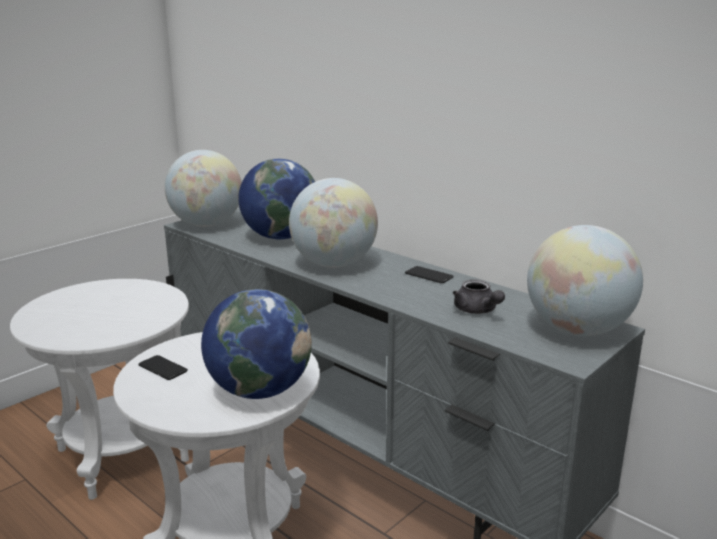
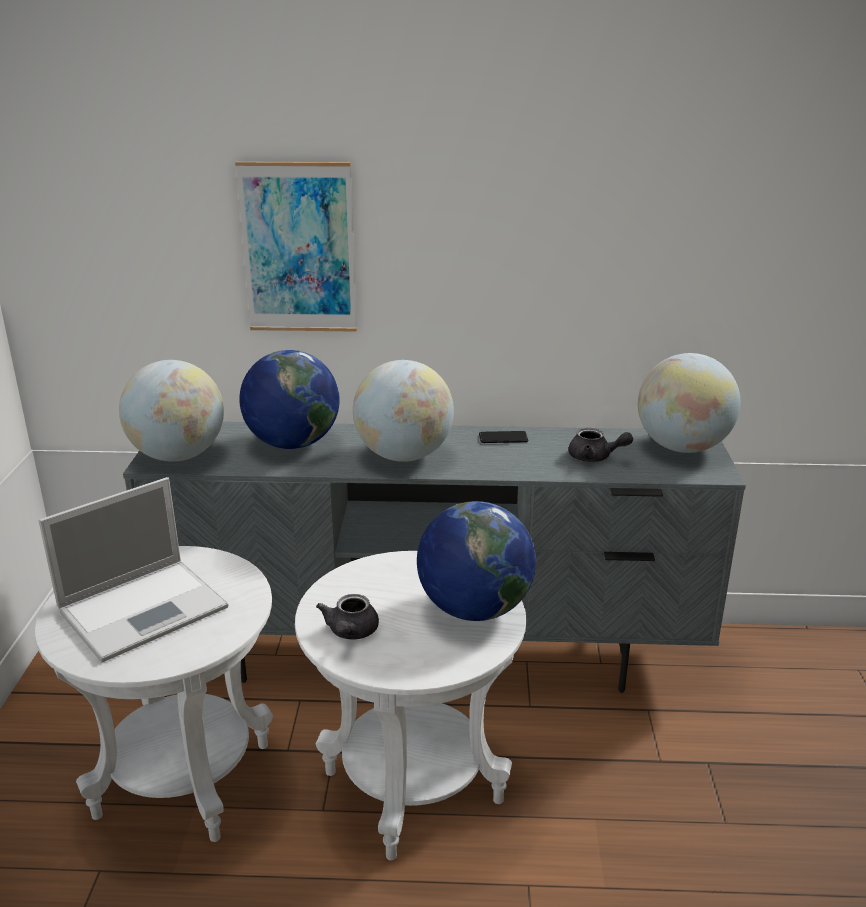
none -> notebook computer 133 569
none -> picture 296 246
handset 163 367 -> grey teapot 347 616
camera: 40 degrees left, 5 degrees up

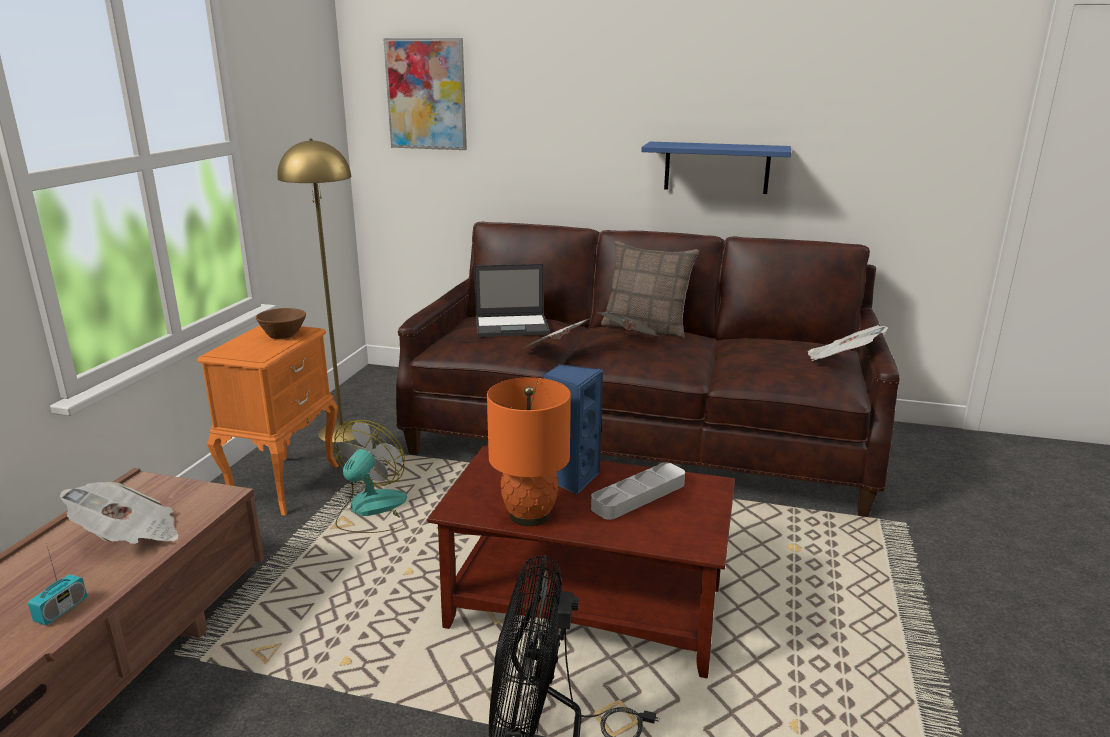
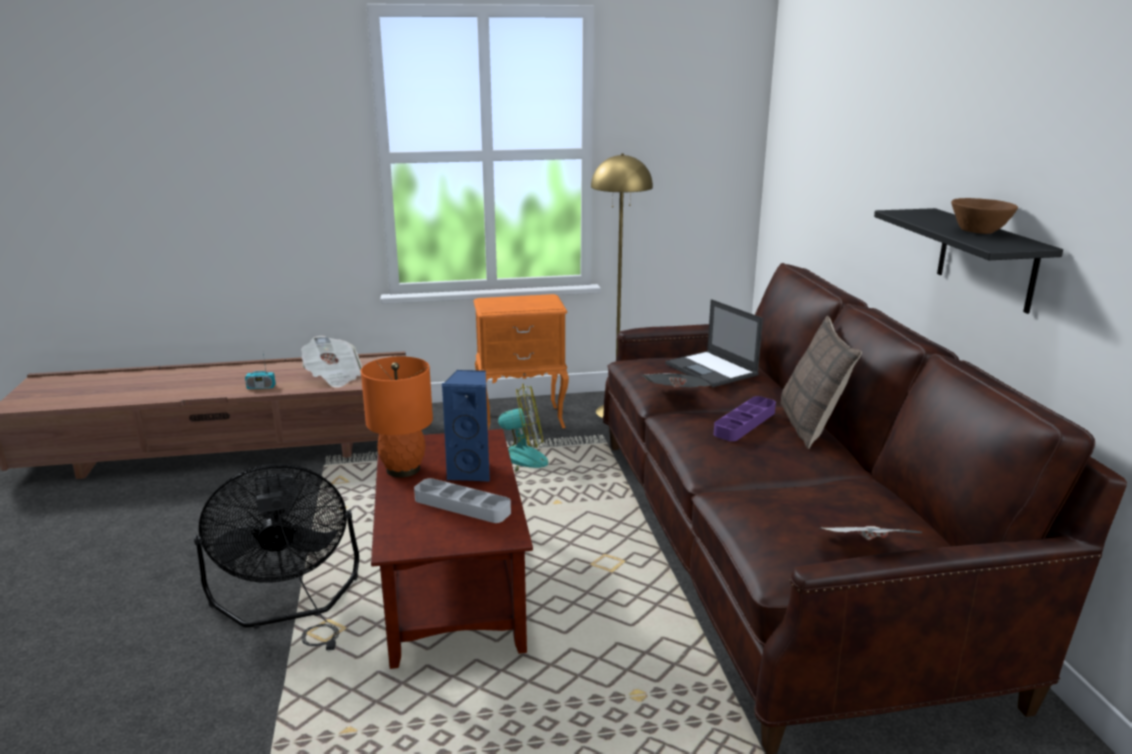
newspaper 628 324 -> purple tray 745 418
blue shelf 716 168 -> black-coloured shelf 968 261
brown-coloured bowl 281 323 -> brown-coloured bowl 984 216, moved
picture 425 94 -> none
camera: 65 degrees right, 0 degrees up

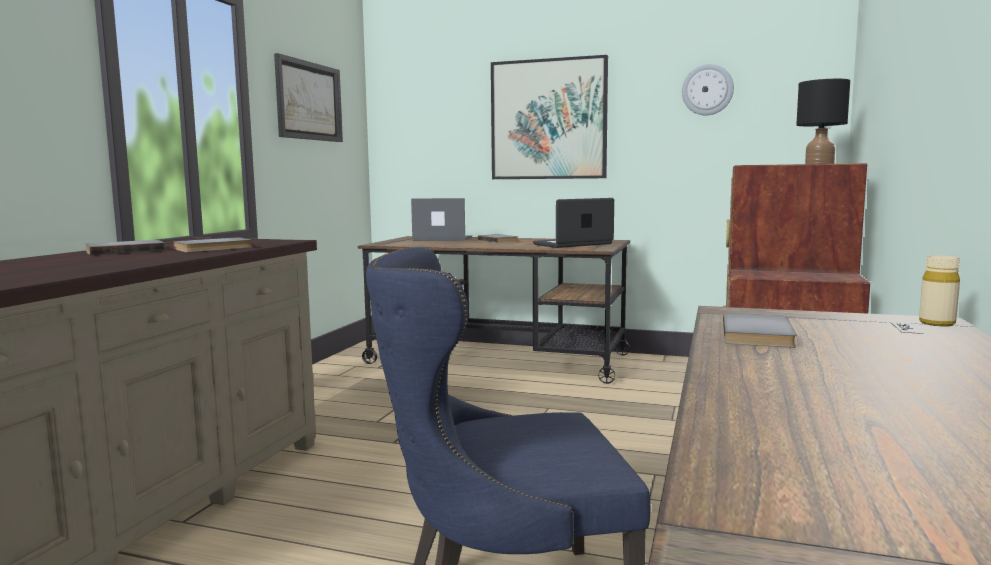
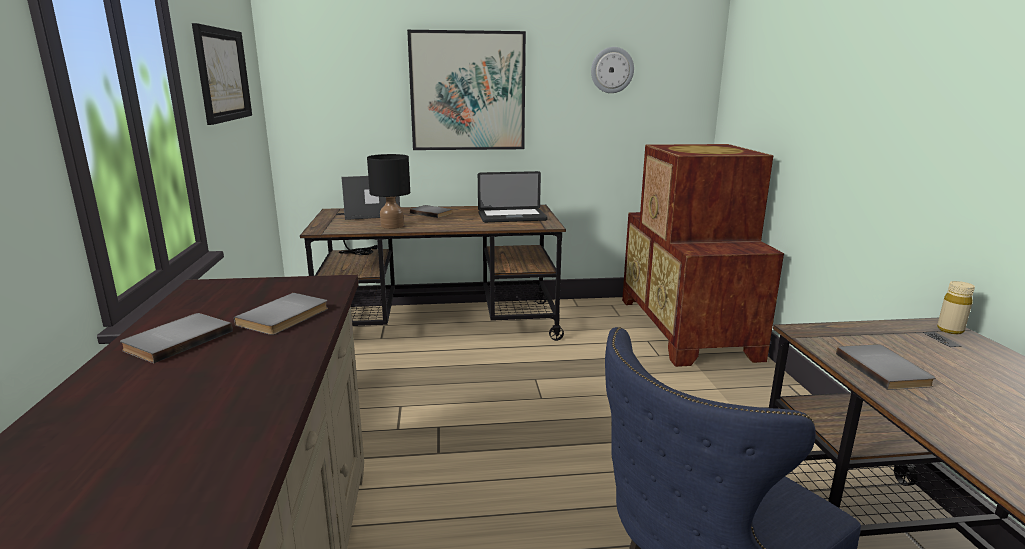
black-coloured table lamp 823 121 -> black-coloured table lamp 388 191, moved
notebook computer 573 223 -> notebook computer 513 197, 135 degrees counterclockwise
camera: 25 degrees left, 10 degrees up

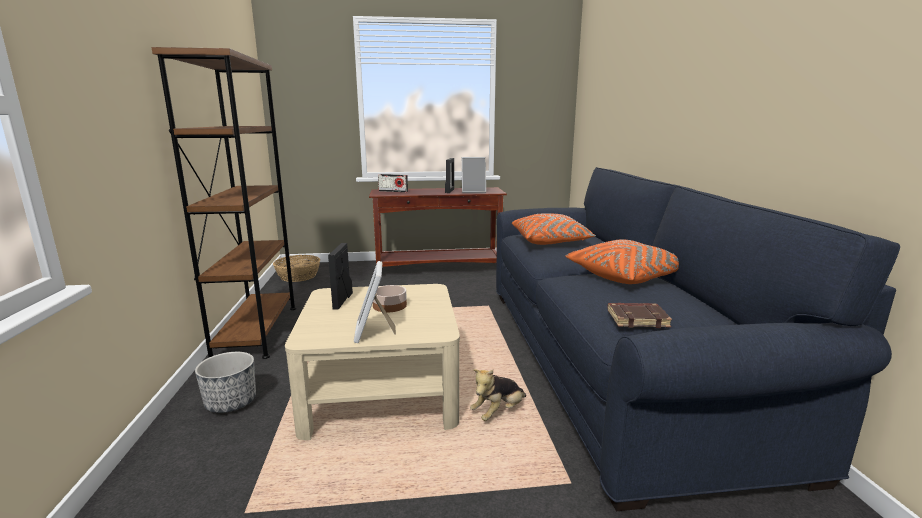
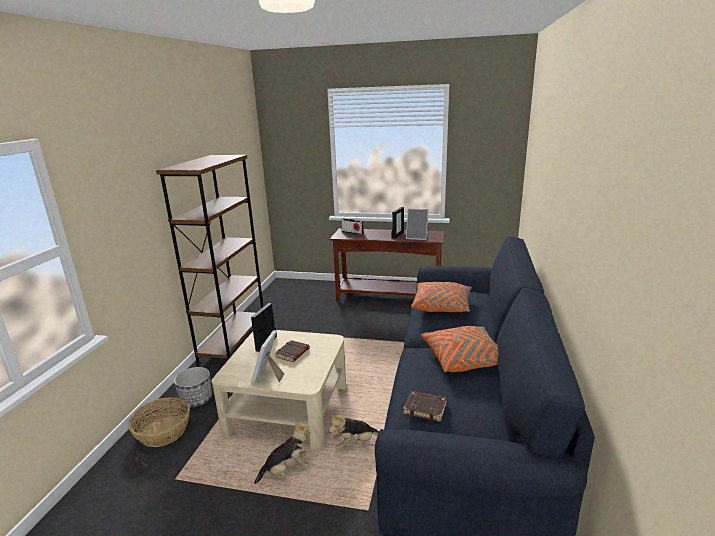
storage basket 296 268 -> storage basket 159 422, moved
none -> soft toy 282 453
bowl 390 298 -> brown-coloured volume 292 351
camera: 20 degrees right, 5 degrees up

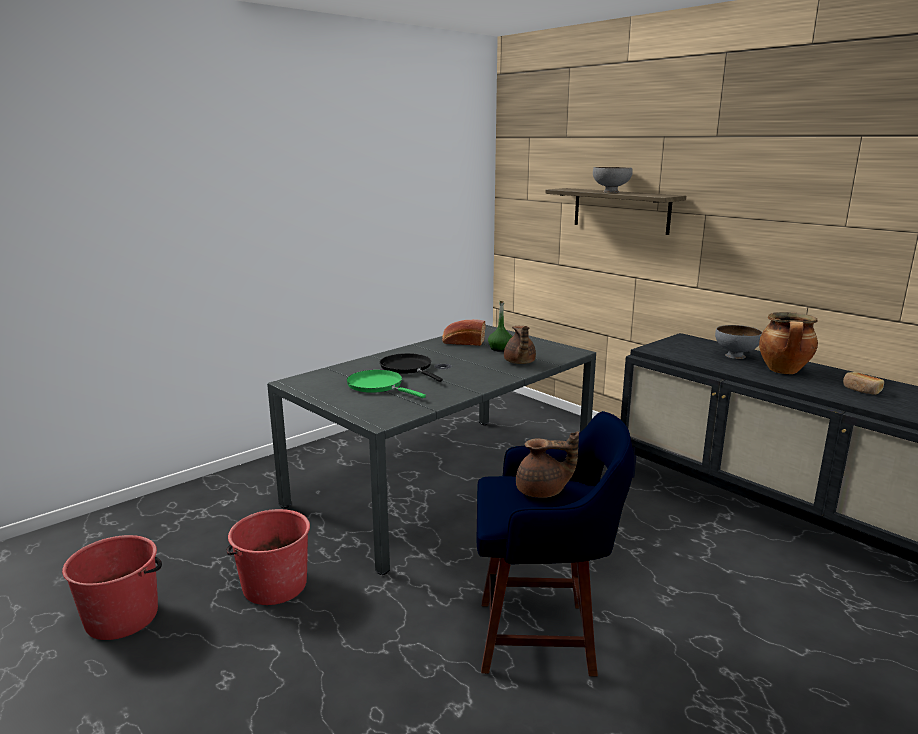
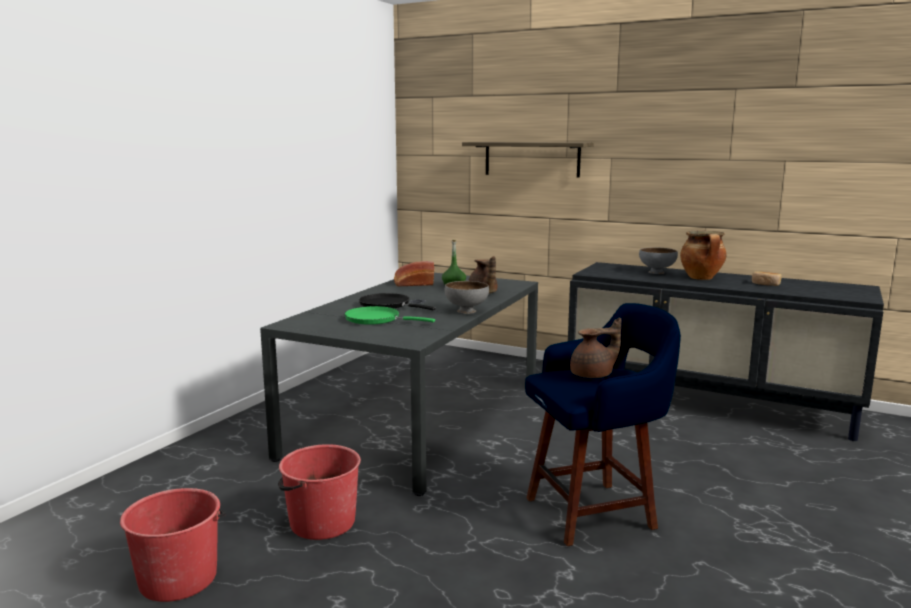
grey bowl 613 180 -> grey bowl 467 297, moved
camera: 20 degrees left, 5 degrees down

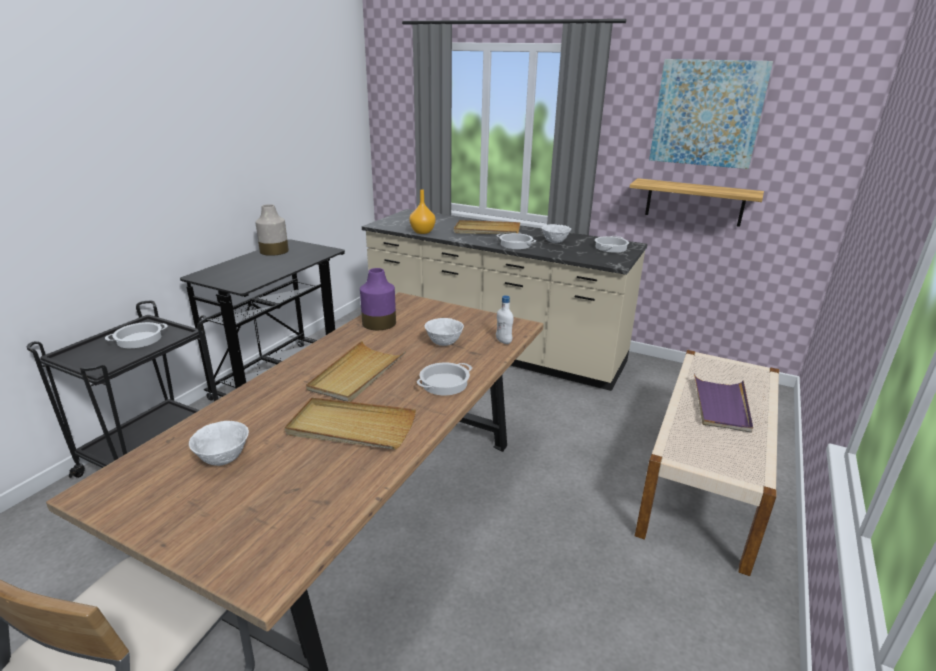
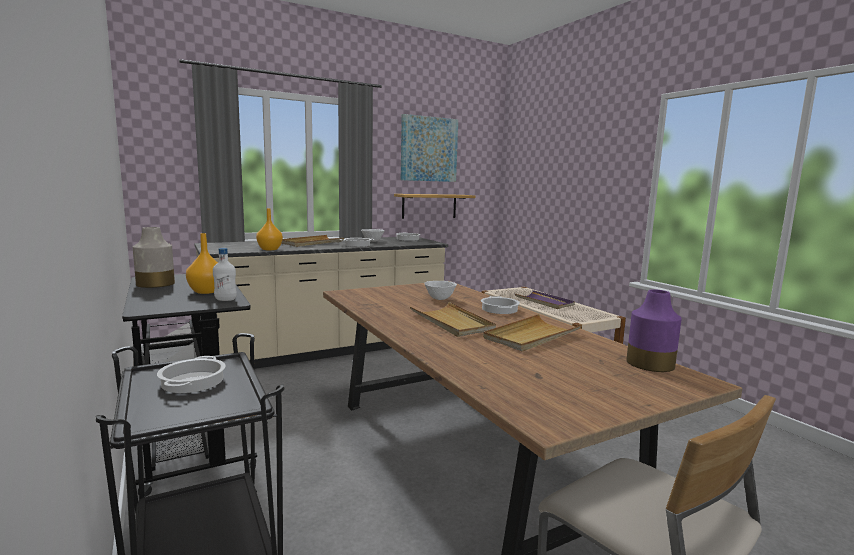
none -> orangey vase 202 263
white bottle 504 319 -> white bottle 225 274, moved
purple vase 378 299 -> purple vase 654 330, moved
white bowl 219 443 -> none
camera: 55 degrees left, 15 degrees down

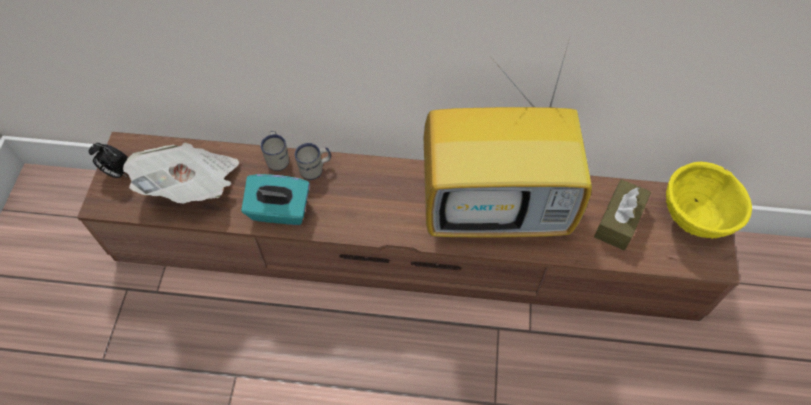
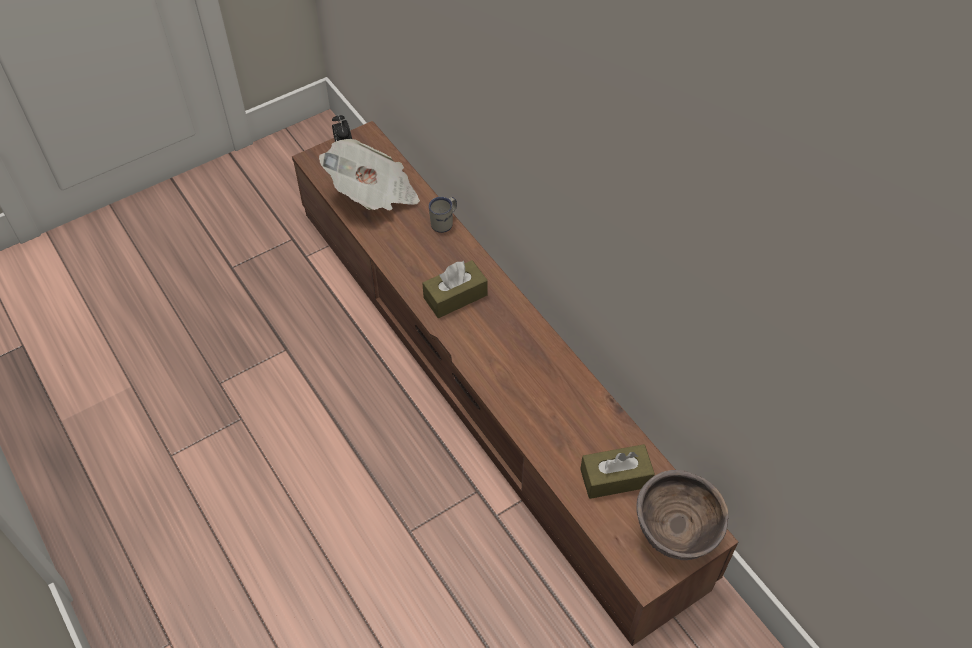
none -> brown-coloured tissue box 455 289
yellow bowl 709 200 -> brown-coloured bowl 682 515
turquoise-coloured tissue box 275 199 -> none
white coffee mug 313 161 -> none
television 508 141 -> none
camera: 50 degrees right, 5 degrees down

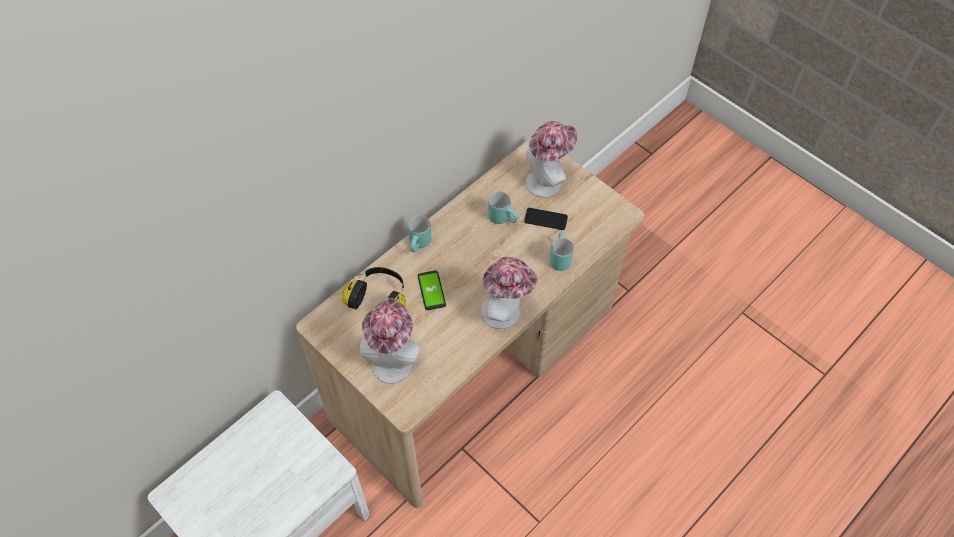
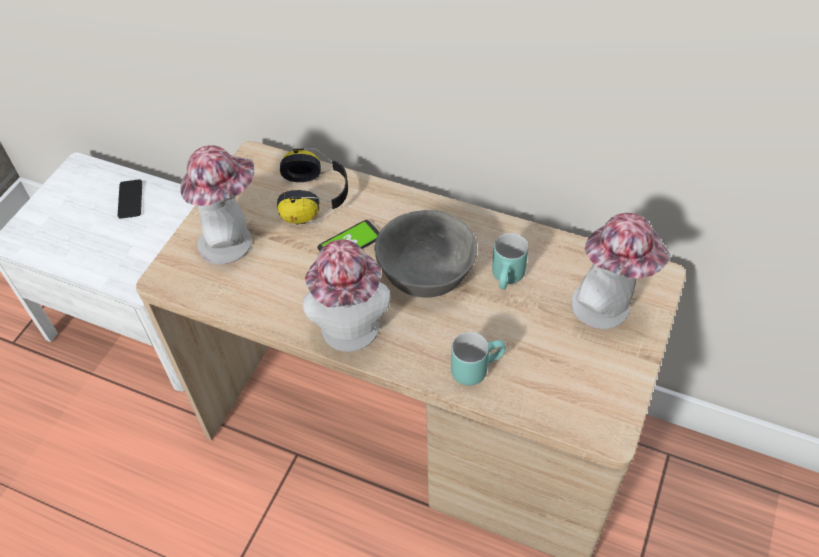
handset 546 219 -> handset 130 198, moved
none -> grey bowl 426 254
turquoise-coloured coffee mug 419 234 -> none
camera: 70 degrees right, 5 degrees down

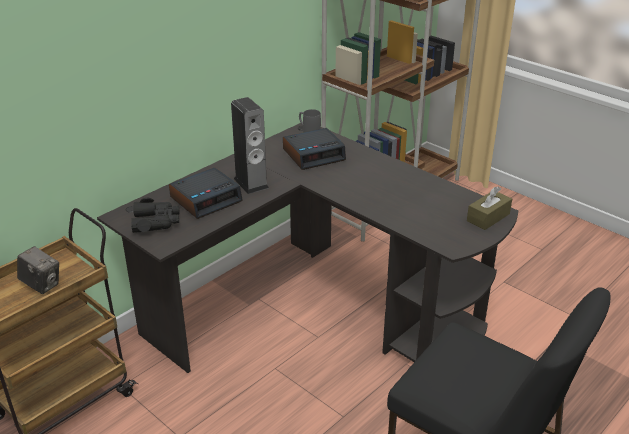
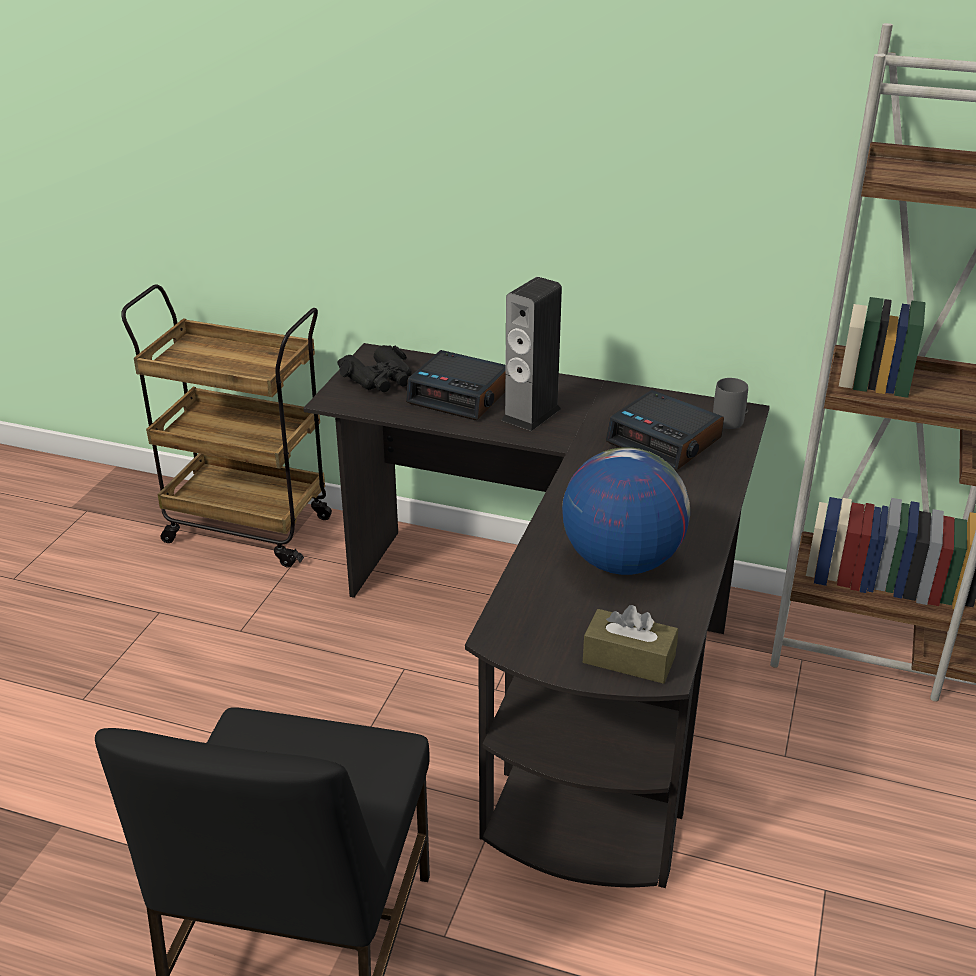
none -> globe 626 511
photo camera 38 270 -> none
camera: 65 degrees right, 0 degrees up

